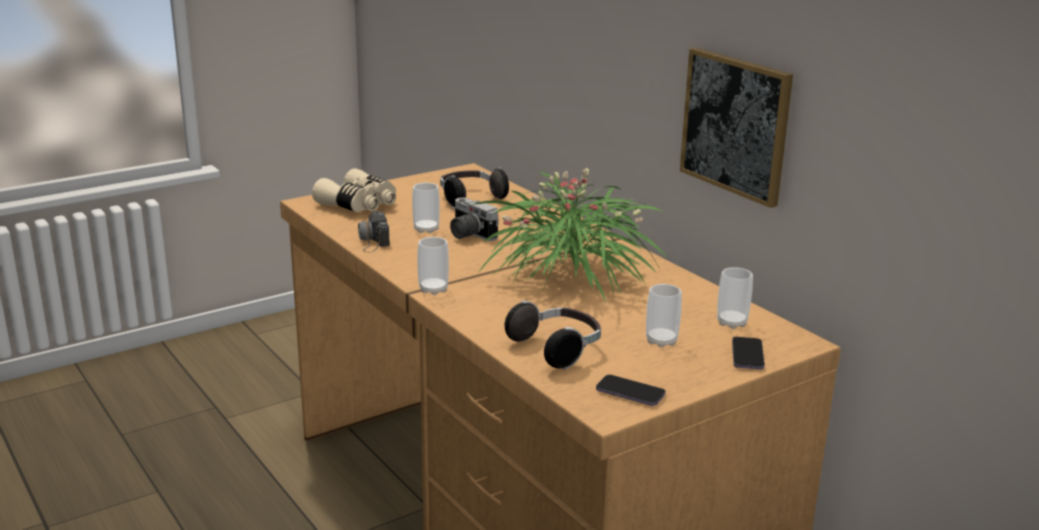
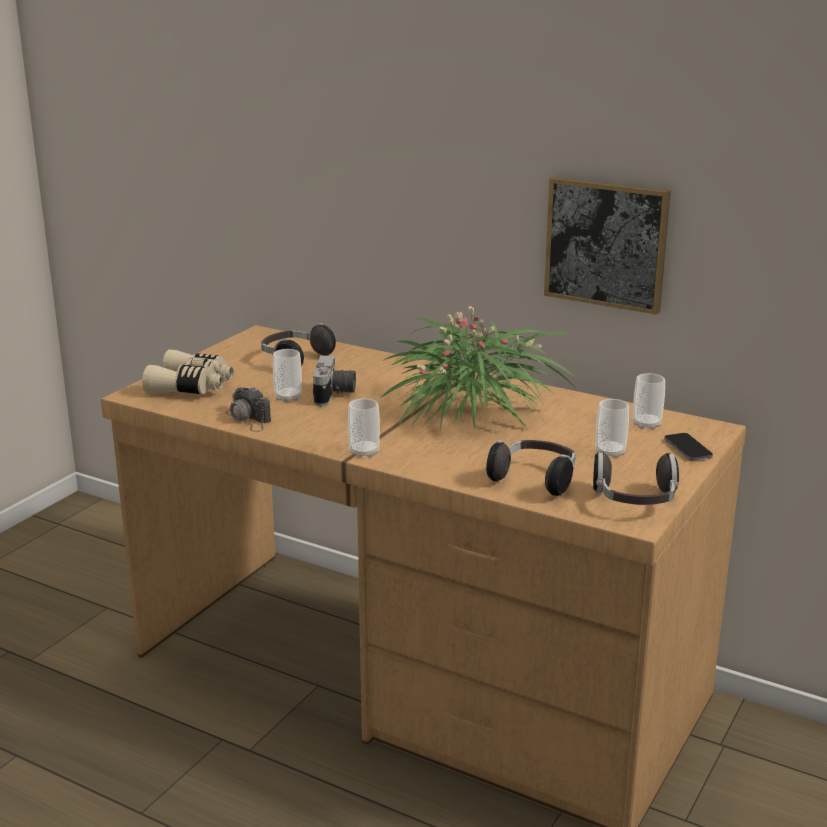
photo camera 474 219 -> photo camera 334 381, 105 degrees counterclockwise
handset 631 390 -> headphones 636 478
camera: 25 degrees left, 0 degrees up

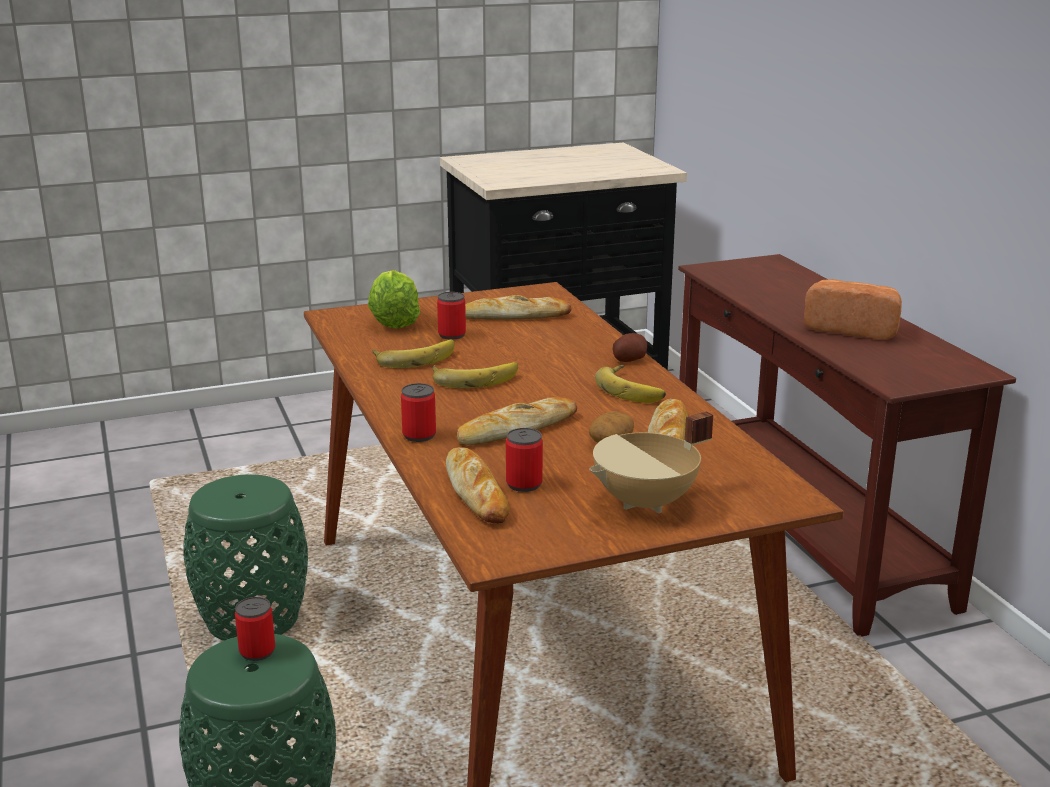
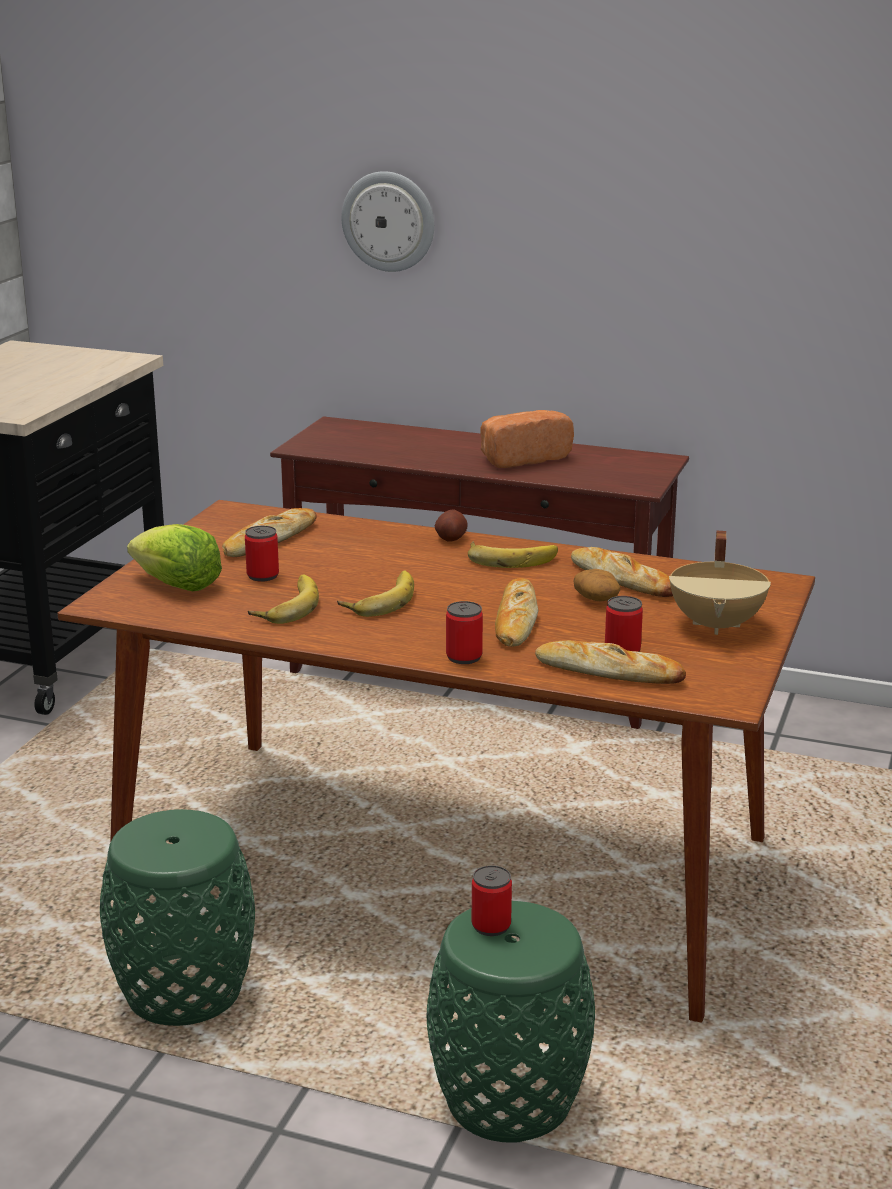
none -> wall clock 387 221
camera: 50 degrees left, 0 degrees up

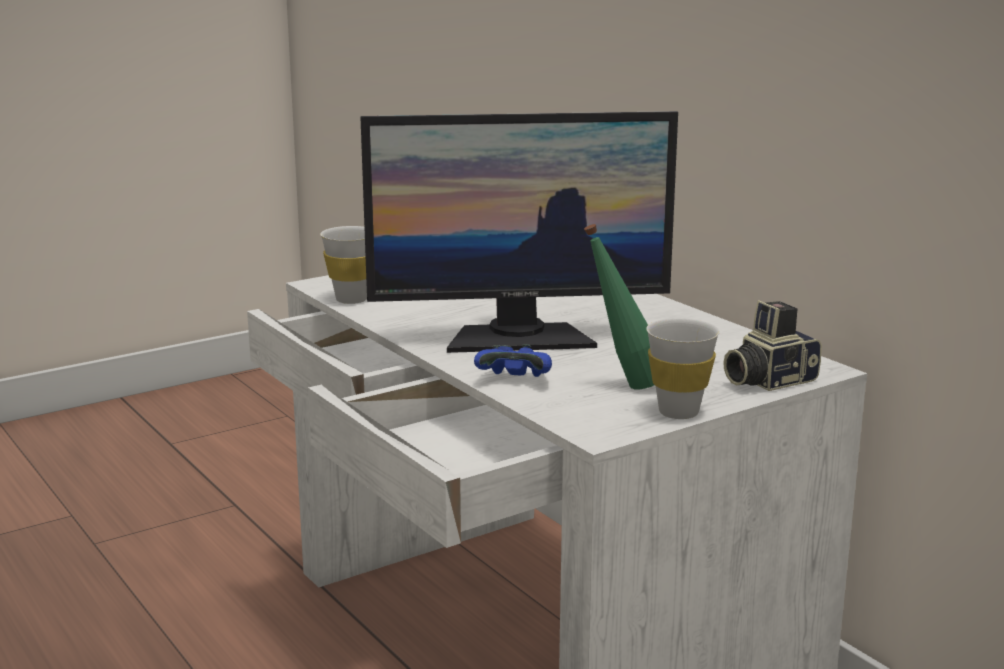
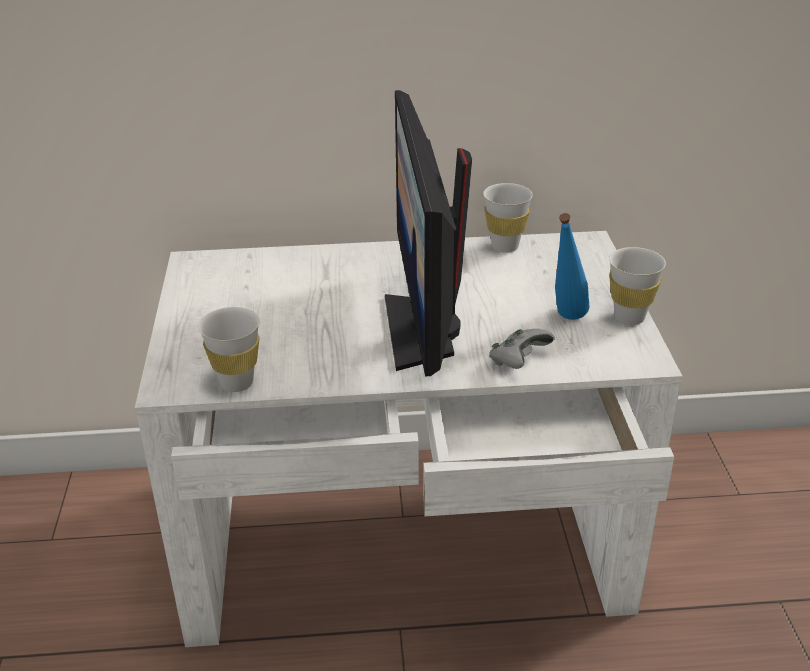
monitor 519 232 -> monitor 428 233, 150 degrees clockwise
none -> white cup 508 218
blue game controller 513 360 -> grey game controller 522 349
greenish bottle 619 307 -> blue bottle 572 266
photo camera 773 346 -> none
camera: 60 degrees left, 15 degrees up

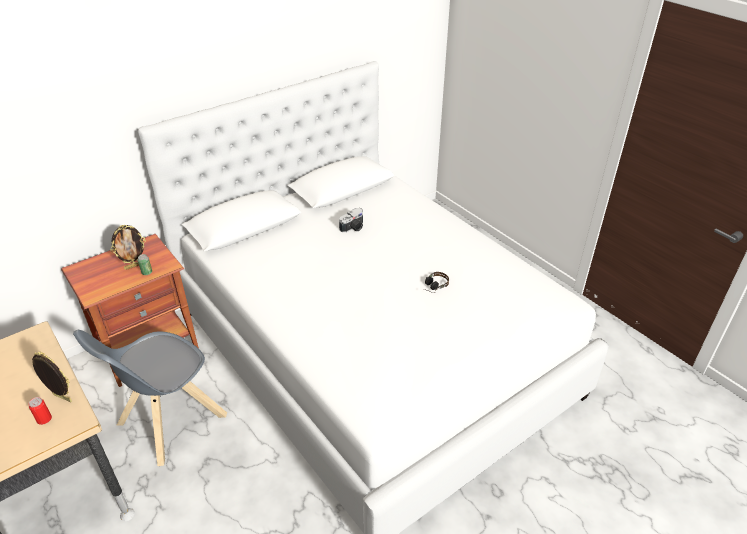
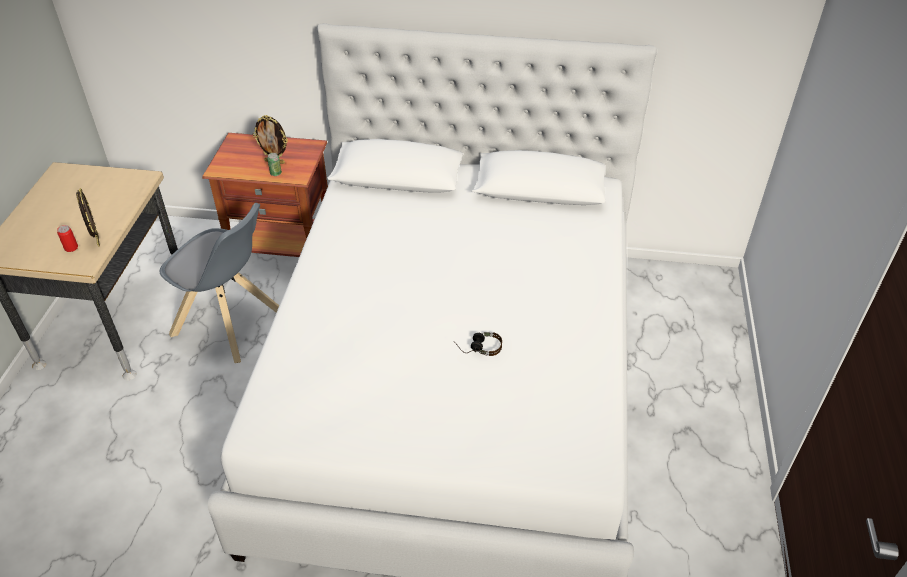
grey plain chair 150 398 -> grey plain chair 219 283, 150 degrees counterclockwise
photo camera 351 220 -> none
camera: 45 degrees right, 5 degrees up

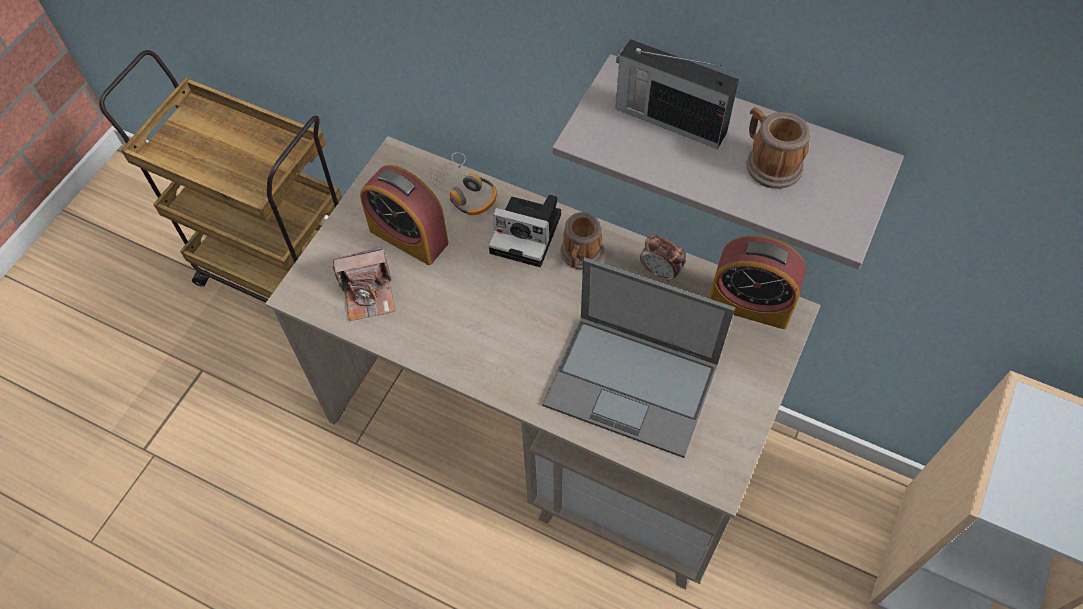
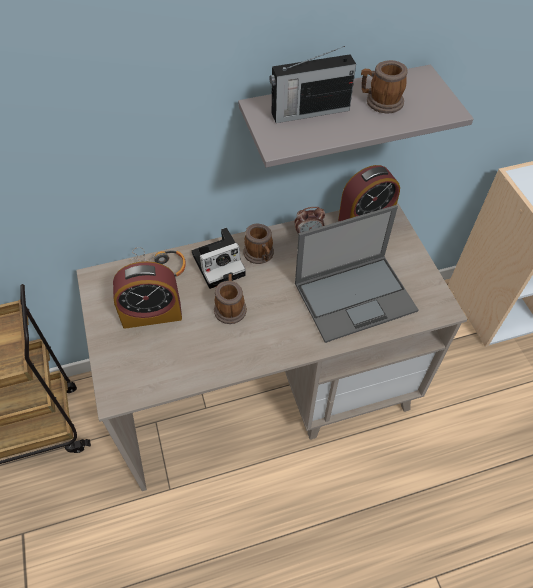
none -> coffee mug 230 299
photo camera 364 283 -> none
camera: 45 degrees left, 5 degrees down

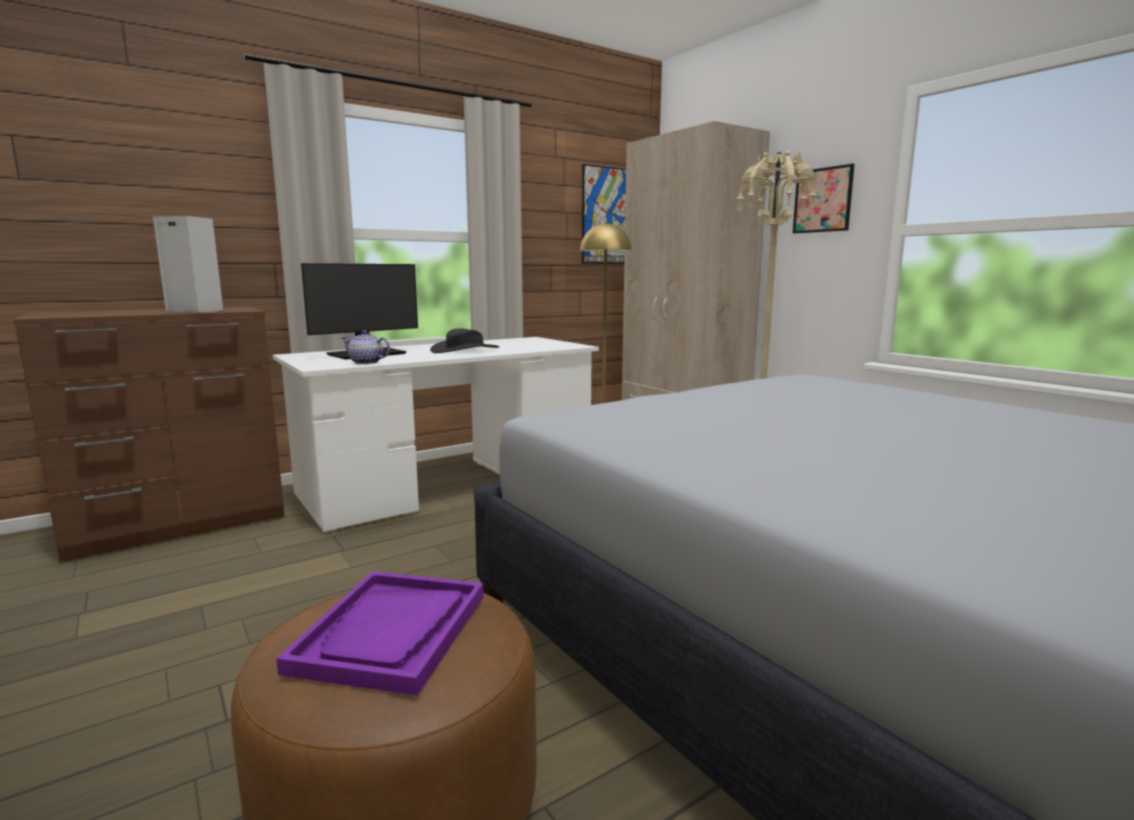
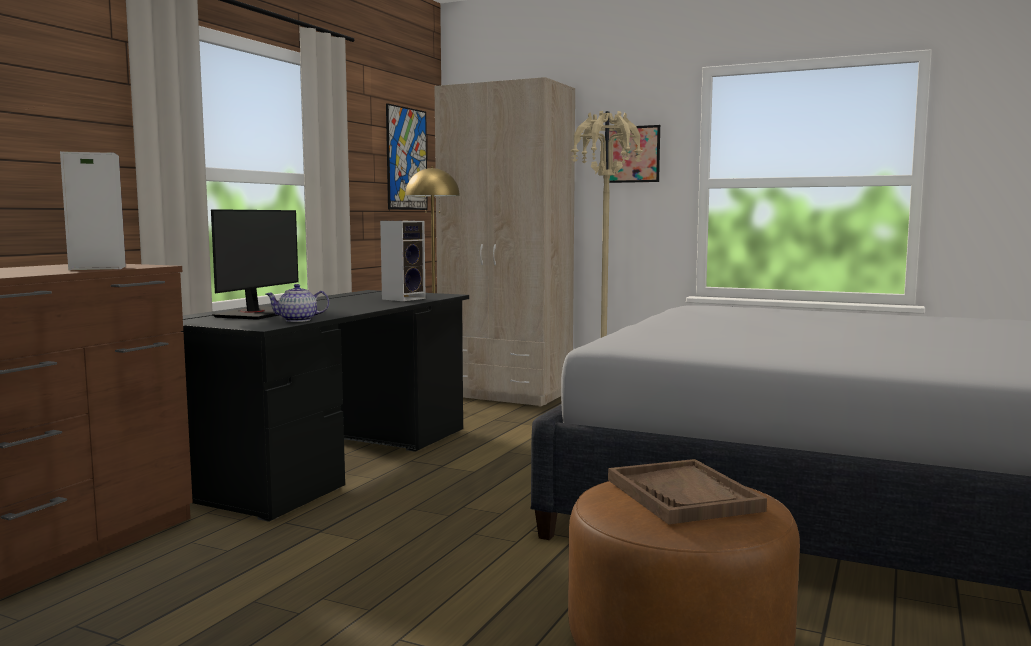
white desk unit 436 434 -> black-coloured desk unit 325 406
none -> loudspeaker 403 261
purple tray 379 633 -> brown-coloured tray 687 492
black-coloured wearable hat 464 340 -> none
camera: 30 degrees left, 5 degrees down

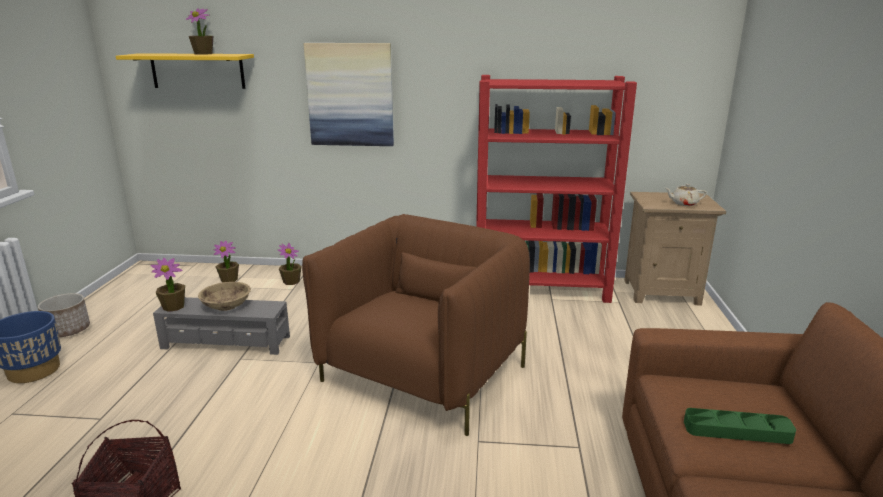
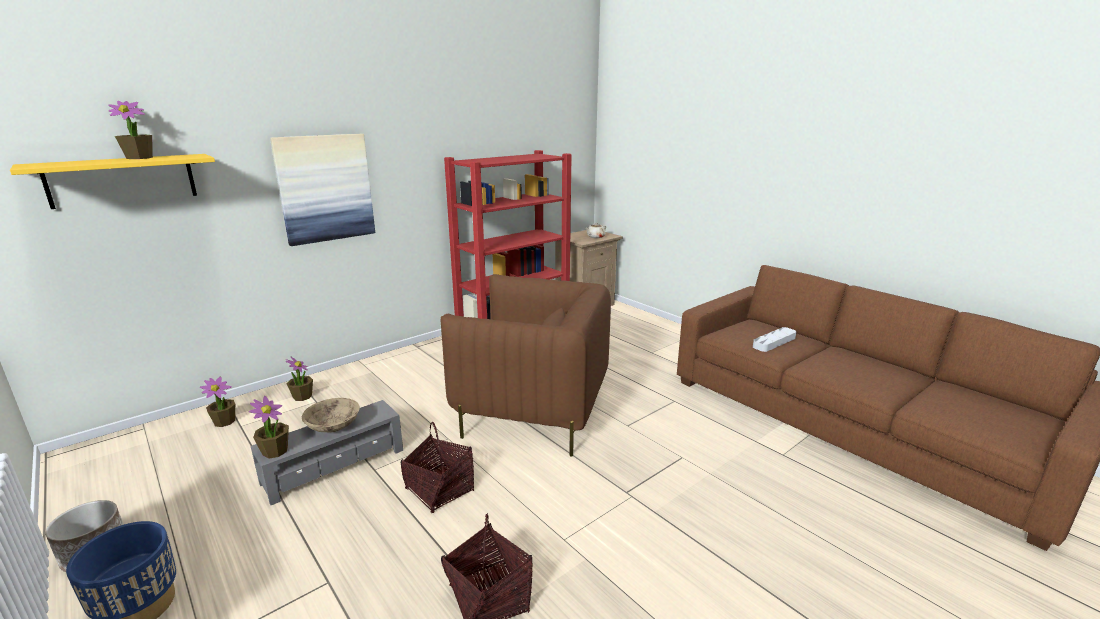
none -> storage basket 437 467
brown-coloured lounge chair 416 325 -> brown-coloured lounge chair 526 365, 120 degrees clockwise
greenish tray 740 426 -> grey tray 775 339
camera: 45 degrees left, 0 degrees up

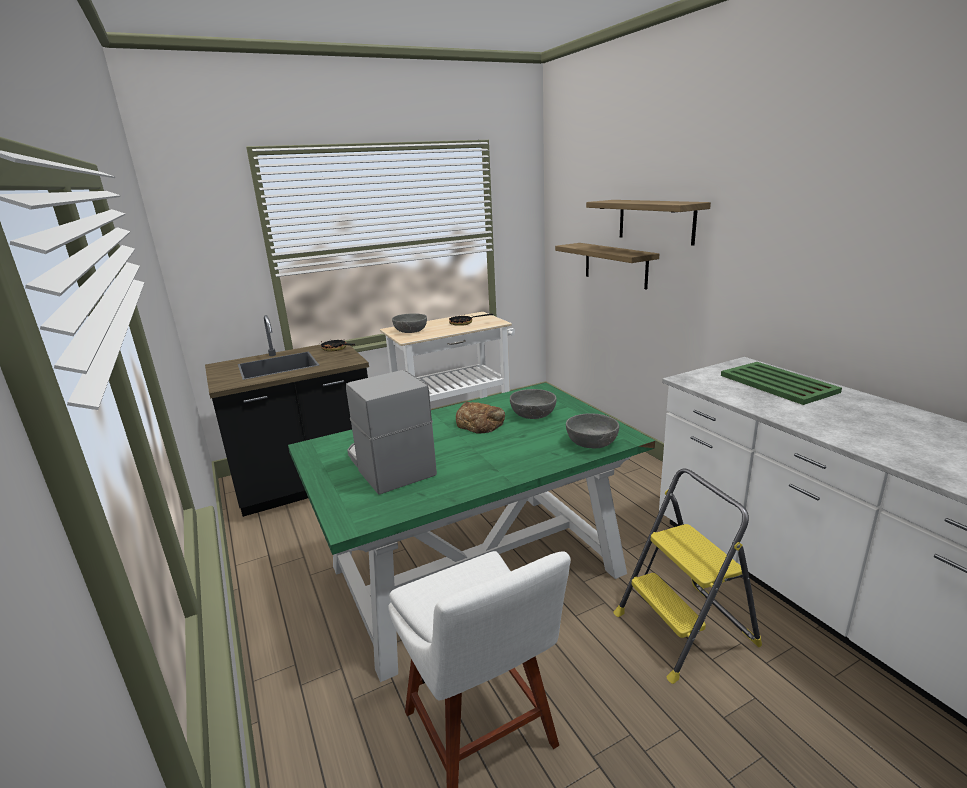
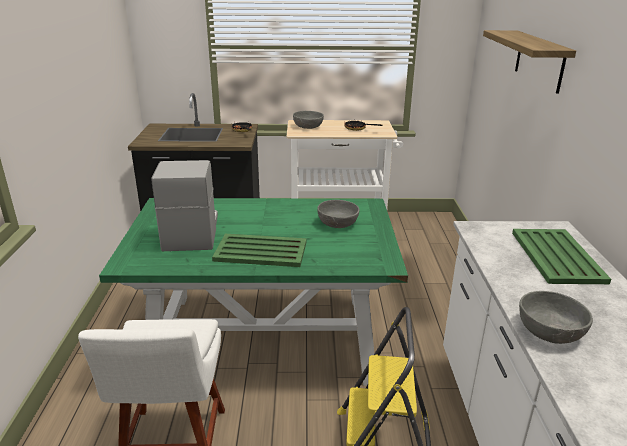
none -> greenish tray 259 250
grey bowl 592 430 -> grey bowl 556 317, moved
bread 480 418 -> none
shelf 607 266 -> none
camera: 25 degrees right, 5 degrees up

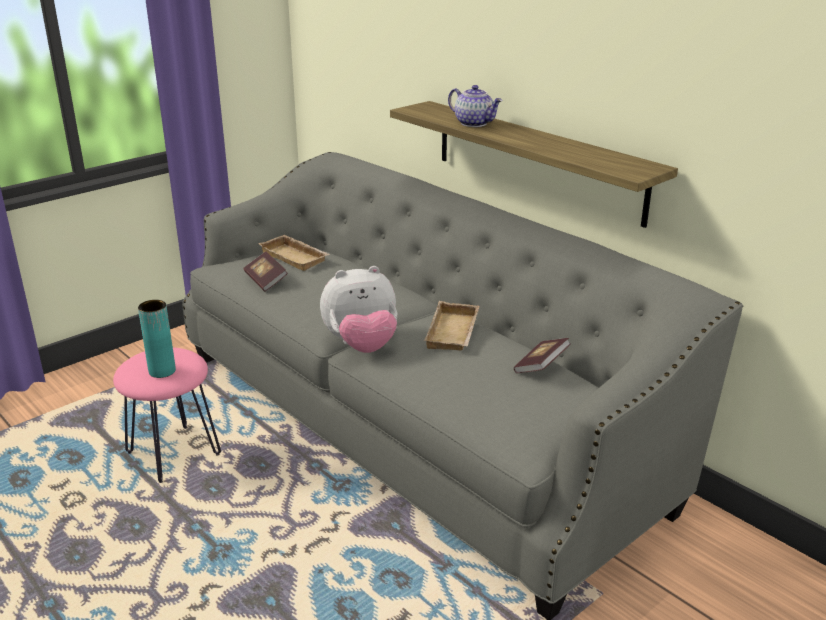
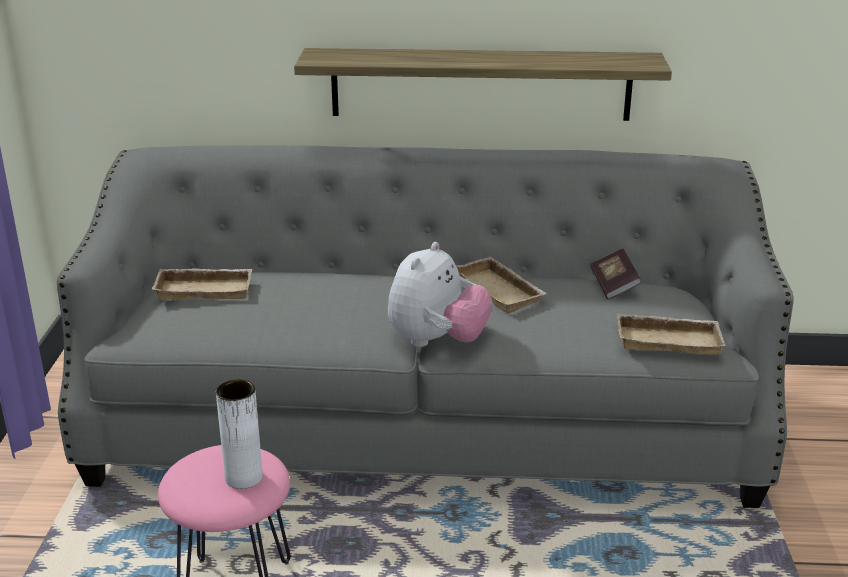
turquoise-coloured vase 157 339 -> white vase 239 434
none -> sand-coloured tray 671 334
volume 265 272 -> none
teapot 475 106 -> none
camera: 45 degrees left, 0 degrees up

